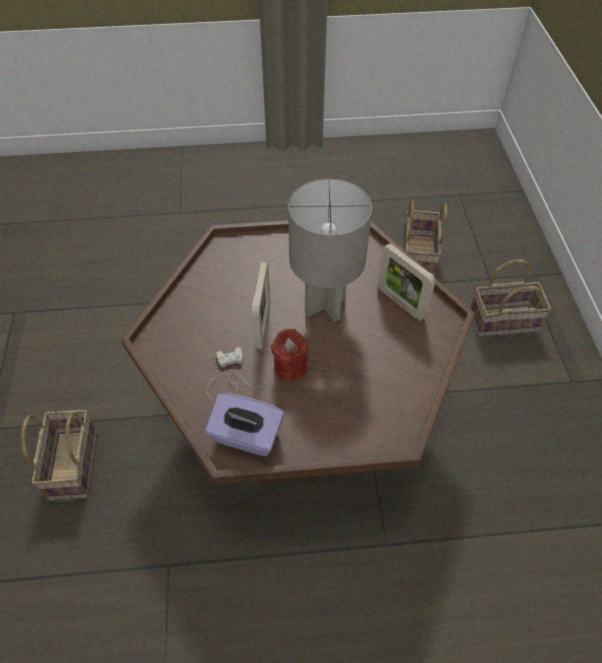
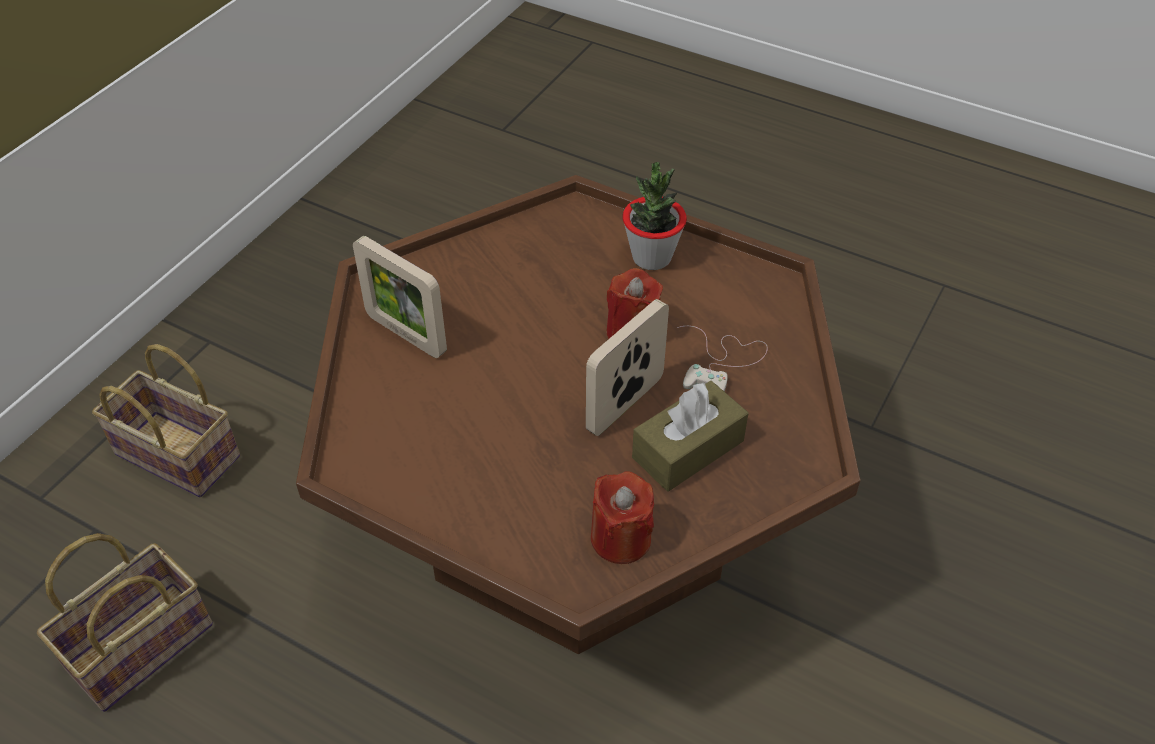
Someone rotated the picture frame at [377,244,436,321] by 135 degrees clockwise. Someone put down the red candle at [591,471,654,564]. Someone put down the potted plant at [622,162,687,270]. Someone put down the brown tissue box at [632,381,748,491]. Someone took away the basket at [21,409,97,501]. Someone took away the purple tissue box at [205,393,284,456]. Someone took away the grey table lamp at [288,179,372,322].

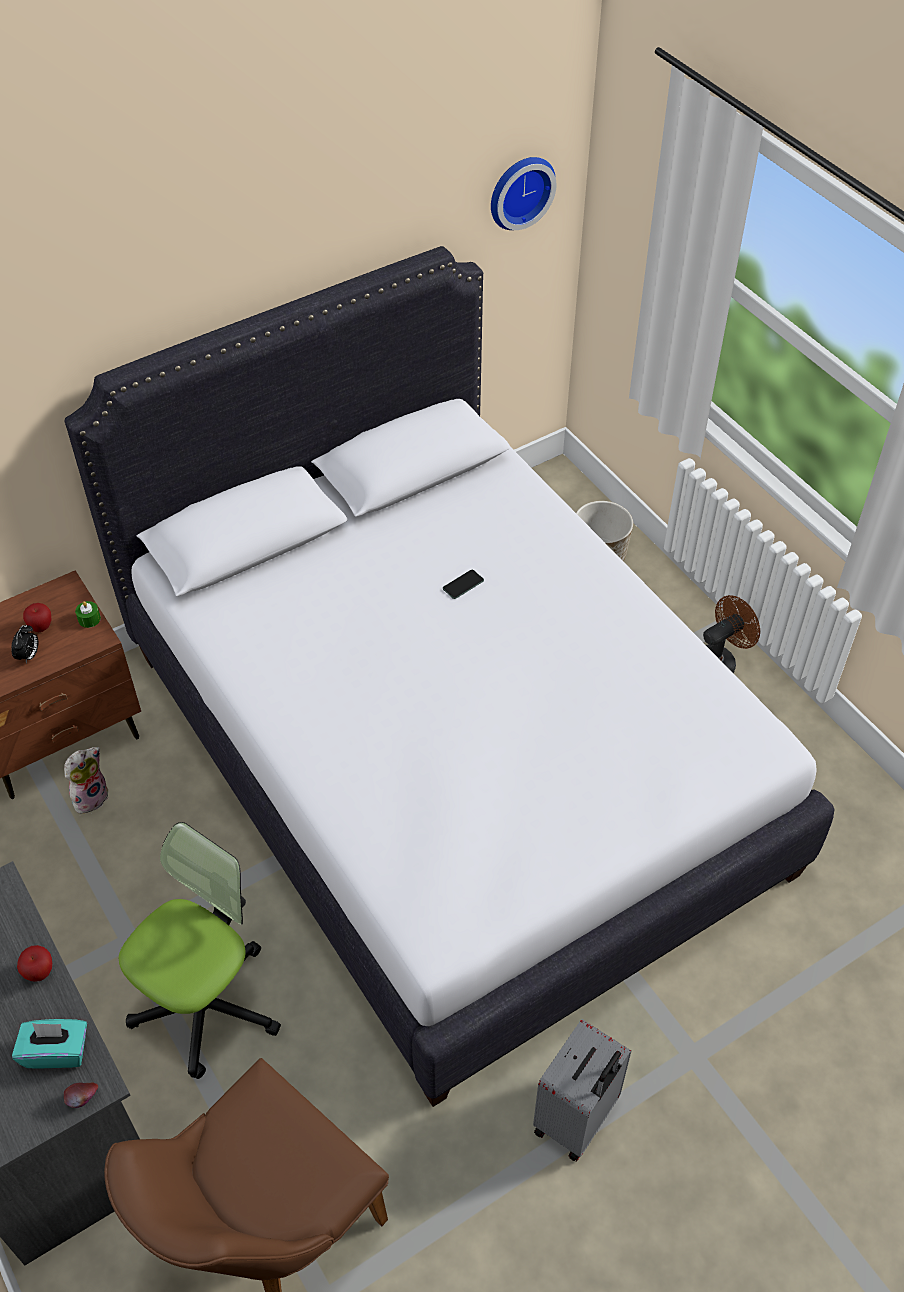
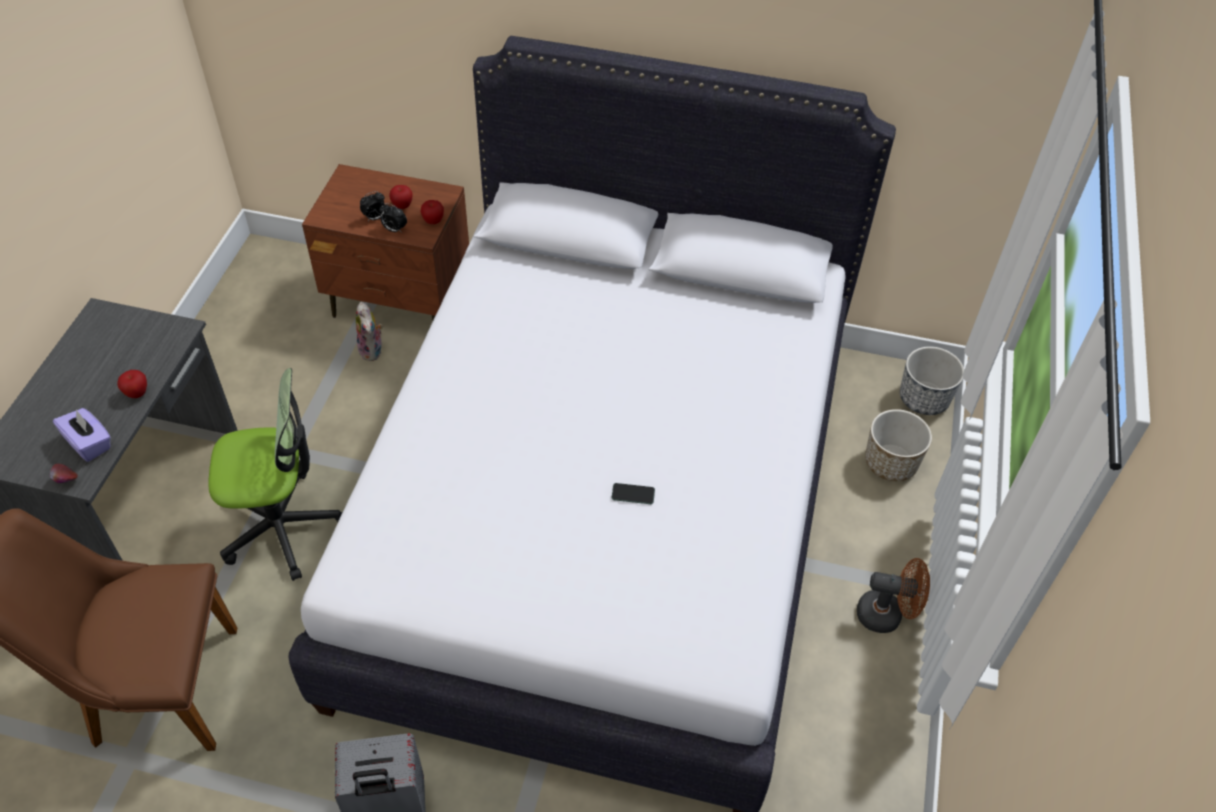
Someone repainted the turquoise tissue box at [12,1019,87,1069], which became the purple tissue box at [53,408,111,462]. Someone rotated the plush toy at [64,747,109,813] by 75 degrees clockwise. Someone put down the alarm clock at [380,203,407,233]. Someone swapped the green candle at [75,601,101,628] for the apple at [421,200,444,224]. Someone carried the phone from [443,570,484,599] to [612,483,655,504]. Someone put down the planter at [900,346,964,415]. Someone took away the wall clock at [491,157,556,230].

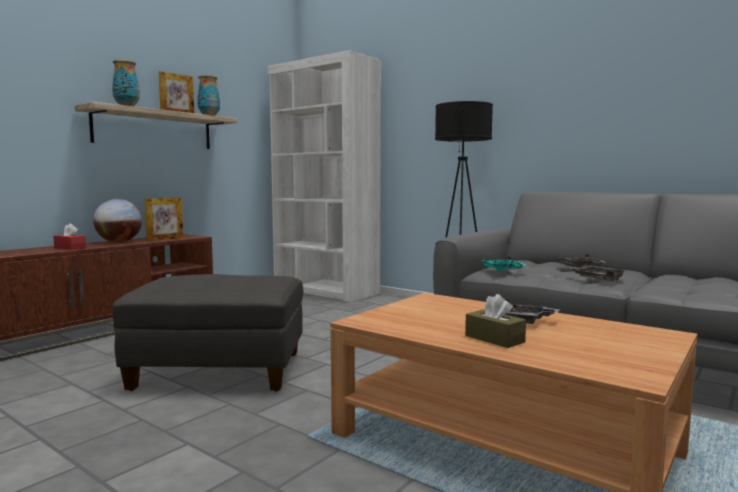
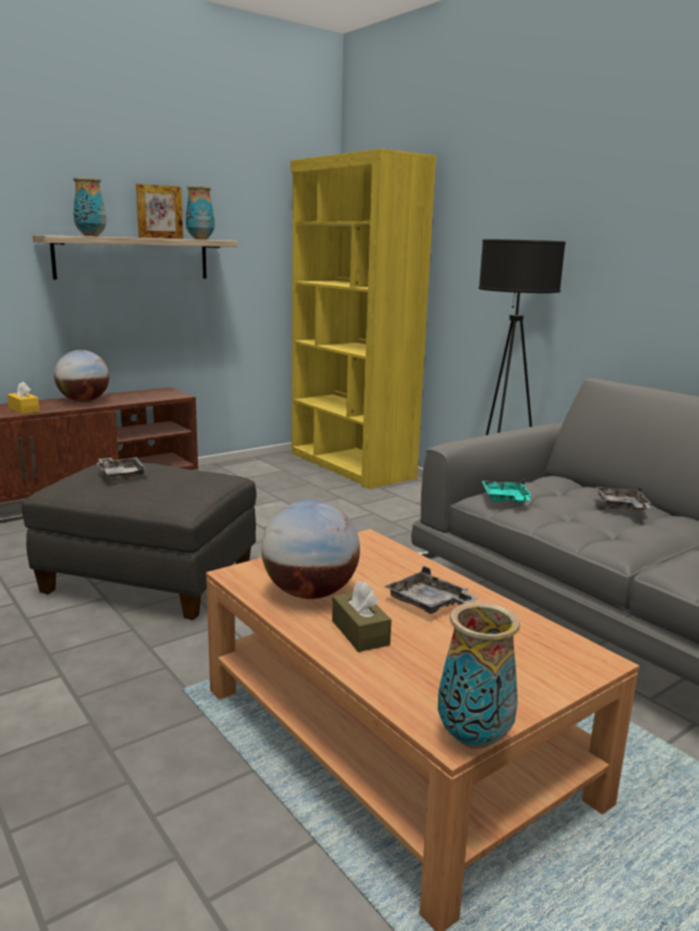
Someone repainted the red tissue box at [53,223,86,250], which became the yellow tissue box at [7,382,40,414]. Someone carried the grey tray from [568,266,625,281] to [96,457,147,481]. Someone put down the globe at [262,500,360,599]. Someone repainted the white bookcase at [268,50,381,302], which became the yellow bookcase at [290,148,436,489]. Someone put down the vase at [438,602,520,749]. Someone took away the picture frame at [144,197,184,241].

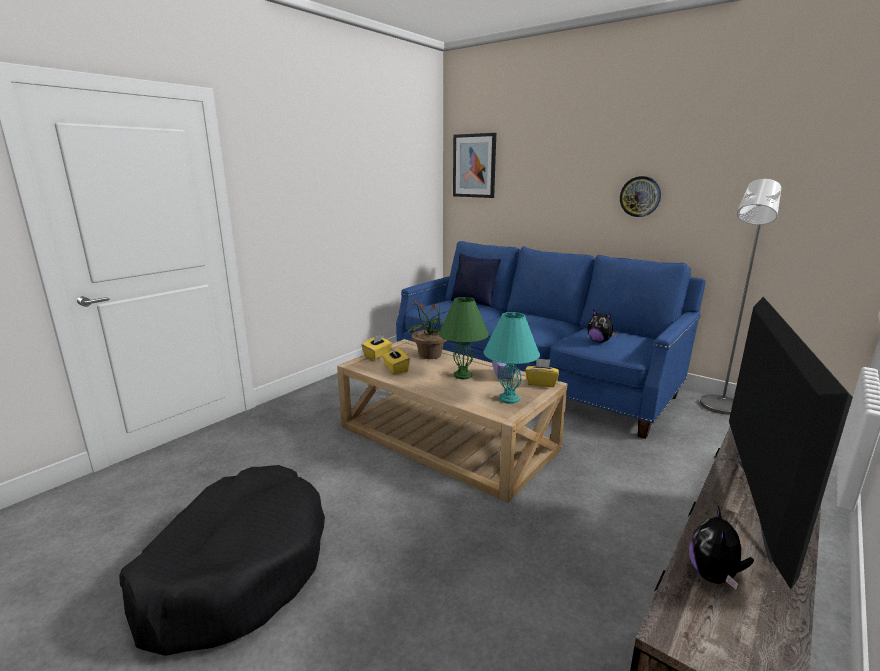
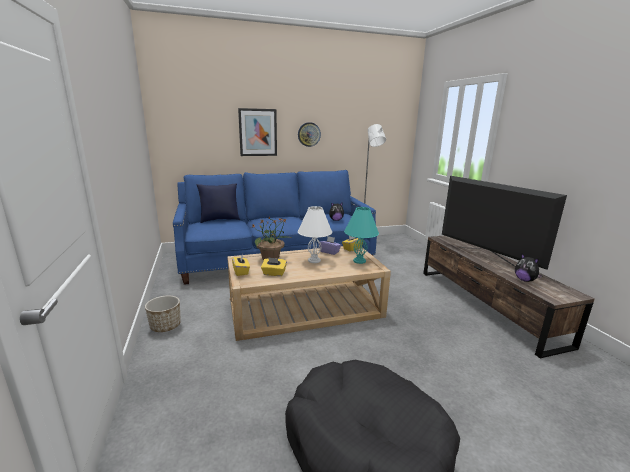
Someone put down the planter at [145,295,181,332]. Someone carried the picture from [453,133,496,198] to [238,108,277,156]. Someone repainted the green table lamp at [439,297,489,379], which became the white table lamp at [298,206,332,263].

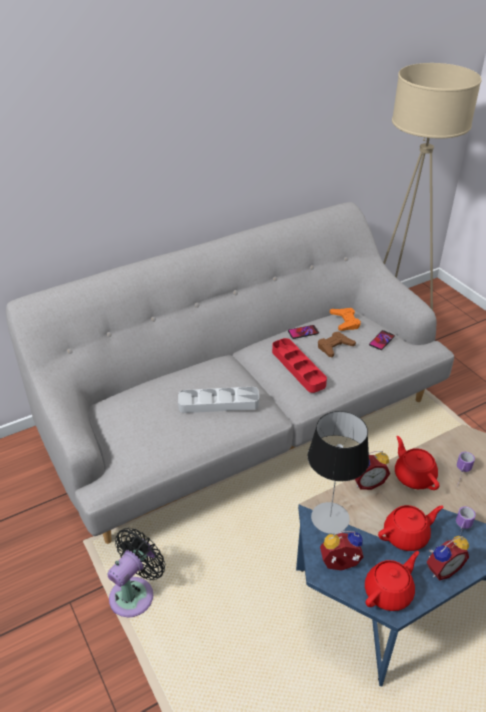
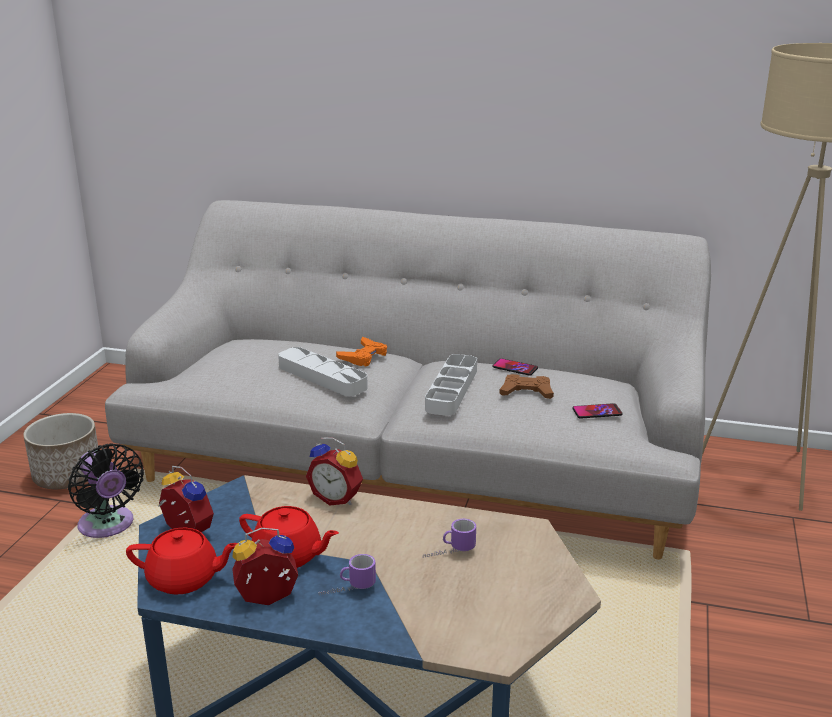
Someone put down the planter at [23,413,98,489]. Someone rotated the black fan at [108,528,165,617] by 60 degrees clockwise. Someone rotated the alarm clock at [427,536,469,580] by 150 degrees clockwise. Someone carried the orange game controller from [330,308,361,331] to [336,337,387,367]. Someone repainted the red tray at [272,338,327,393], which became the grey tray at [425,354,477,416]. Someone took away the table lamp at [308,411,369,534]. Someone took away the red teapot at [395,436,440,490].

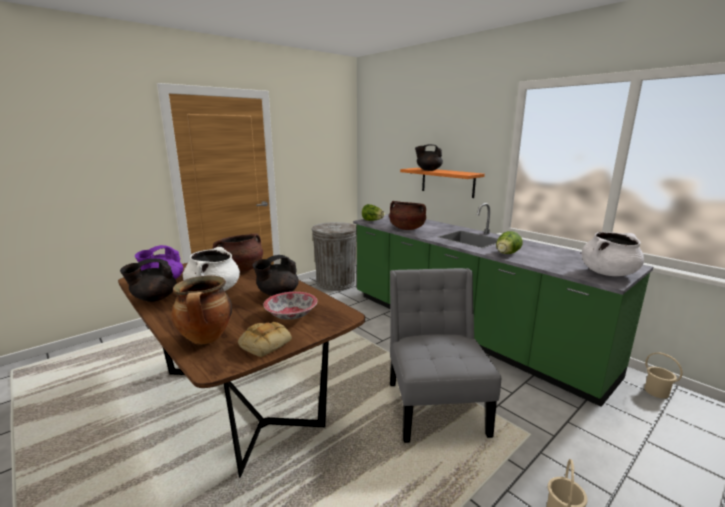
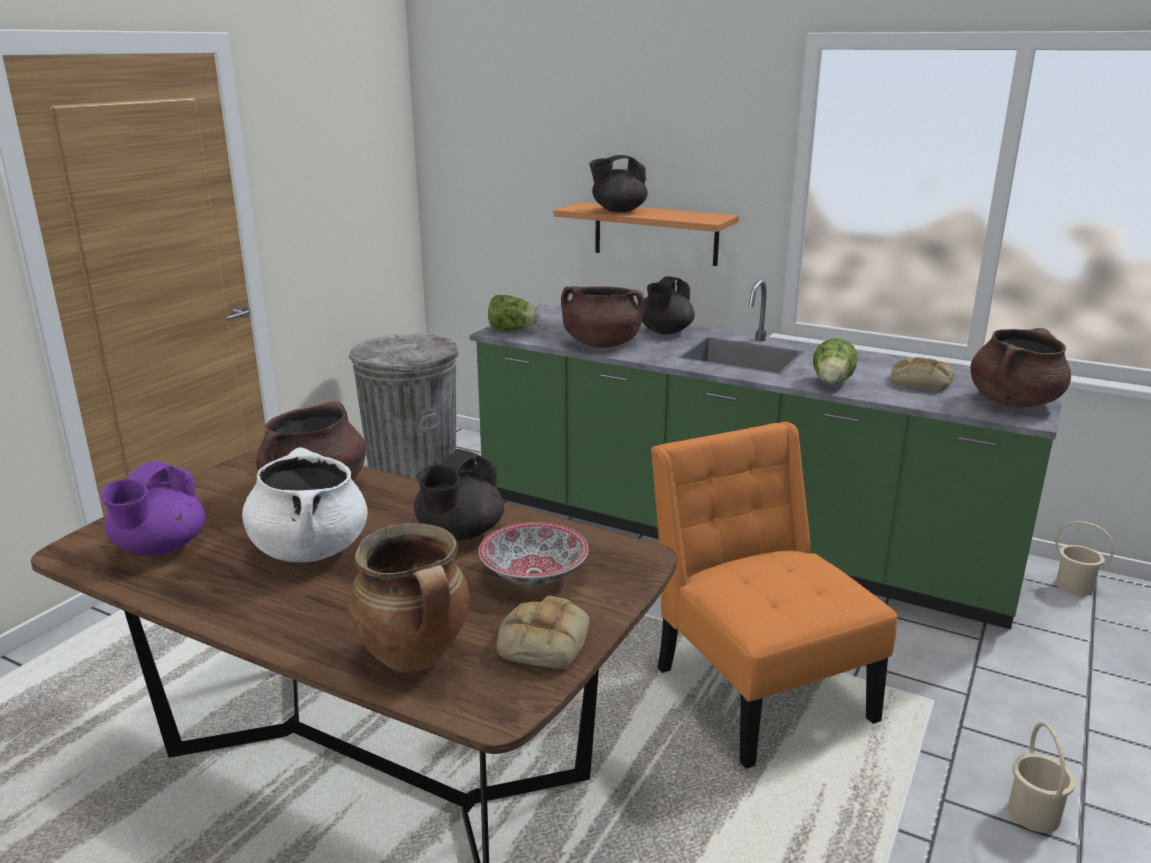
Someone carried the black teapot from [120,258,177,302] to [642,276,695,334]. Someone repainted the grey chair at [390,268,501,443], which became the orange chair at [651,422,897,769]. Someone put down the bread at [890,357,954,391]. Someone repainted the white cooking pot at [582,232,644,276], which became the brown cooking pot at [970,328,1071,407].

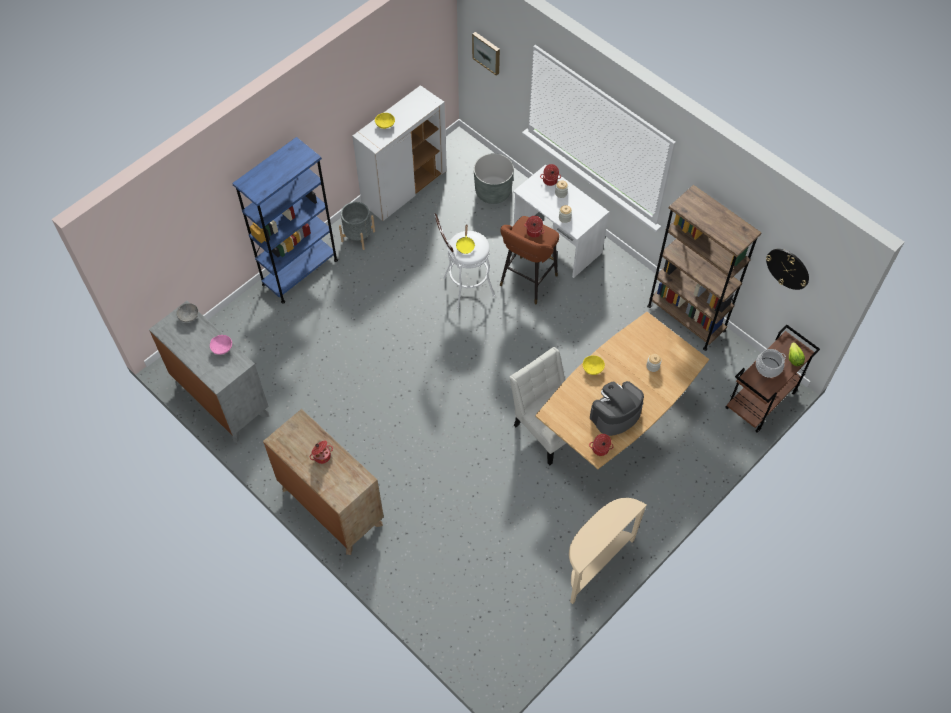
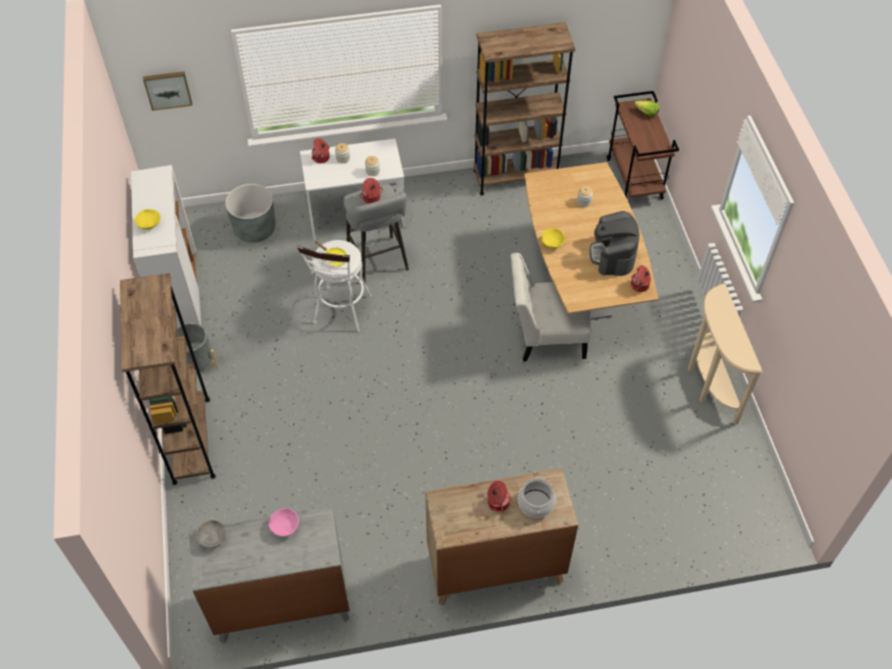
Someone repainted the blue bookcase at [232,137,338,304], which became the brown bookcase at [120,273,216,485]. Someone repainted the brown stool at [500,216,559,304], which became the grey stool at [343,184,409,285]. Someone carried the cooking pot from [756,349,786,378] to [518,476,556,518]. Someone took away the wall clock at [766,249,809,290].

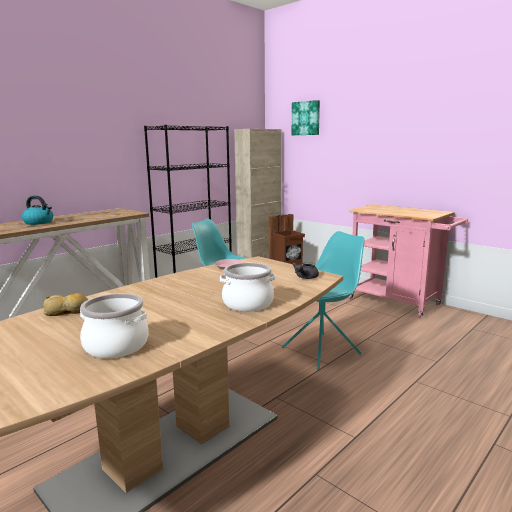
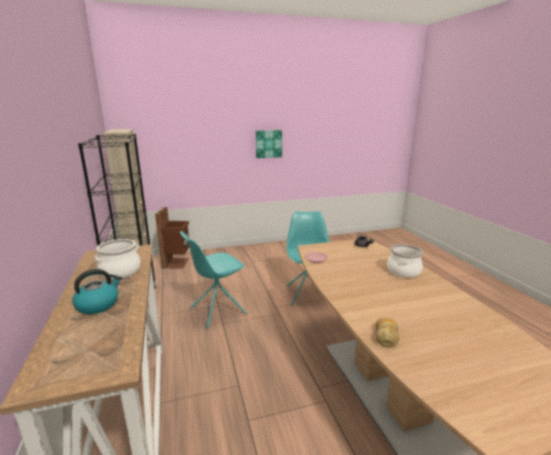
Someone carried the cooking pot from [80,293,149,358] to [95,239,141,279]. Someone carried the picture from [292,100,320,135] to [256,130,282,158]. Someone took away the pink cart at [348,204,468,318].

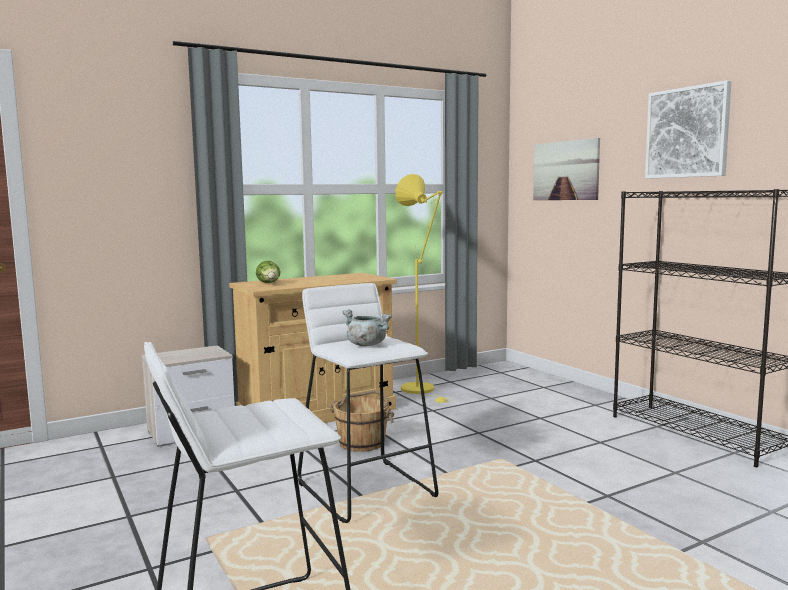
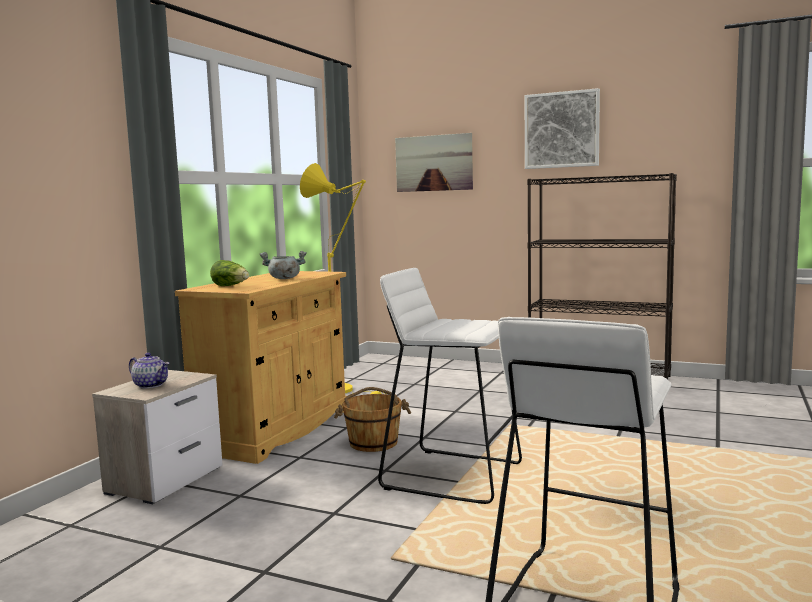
Someone put down the teapot at [129,353,170,389]. Someone carried the grey cooking pot from [342,310,392,346] to [260,251,307,279].

